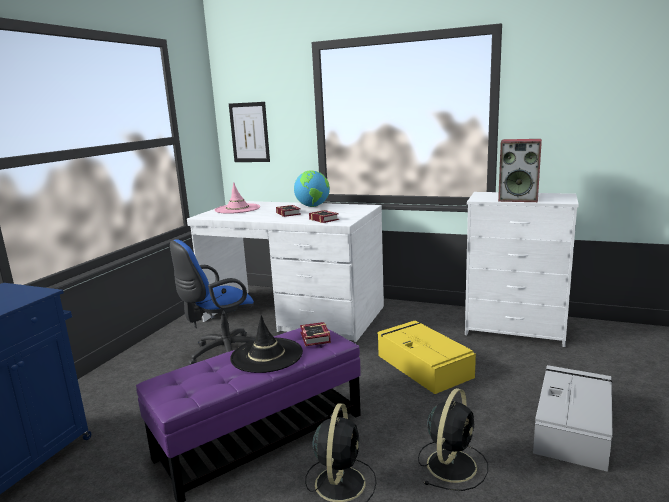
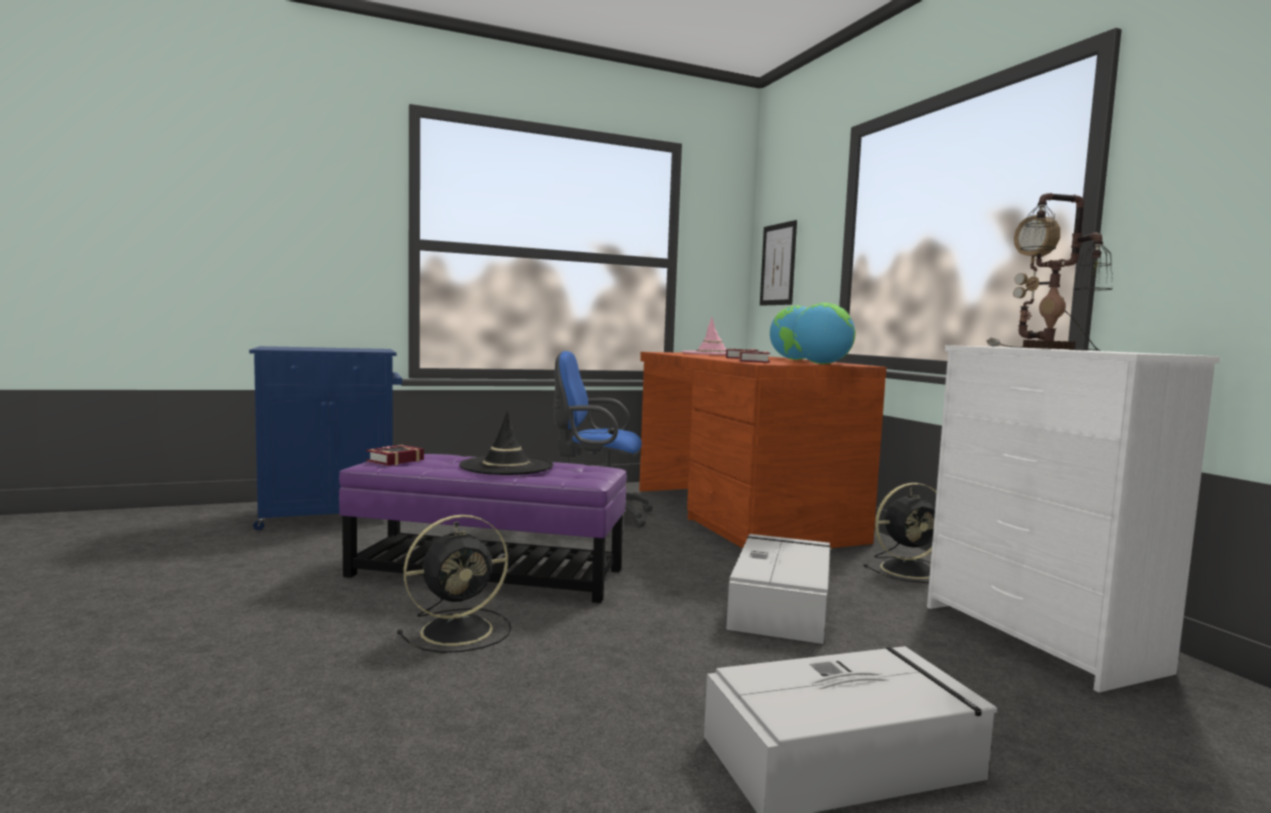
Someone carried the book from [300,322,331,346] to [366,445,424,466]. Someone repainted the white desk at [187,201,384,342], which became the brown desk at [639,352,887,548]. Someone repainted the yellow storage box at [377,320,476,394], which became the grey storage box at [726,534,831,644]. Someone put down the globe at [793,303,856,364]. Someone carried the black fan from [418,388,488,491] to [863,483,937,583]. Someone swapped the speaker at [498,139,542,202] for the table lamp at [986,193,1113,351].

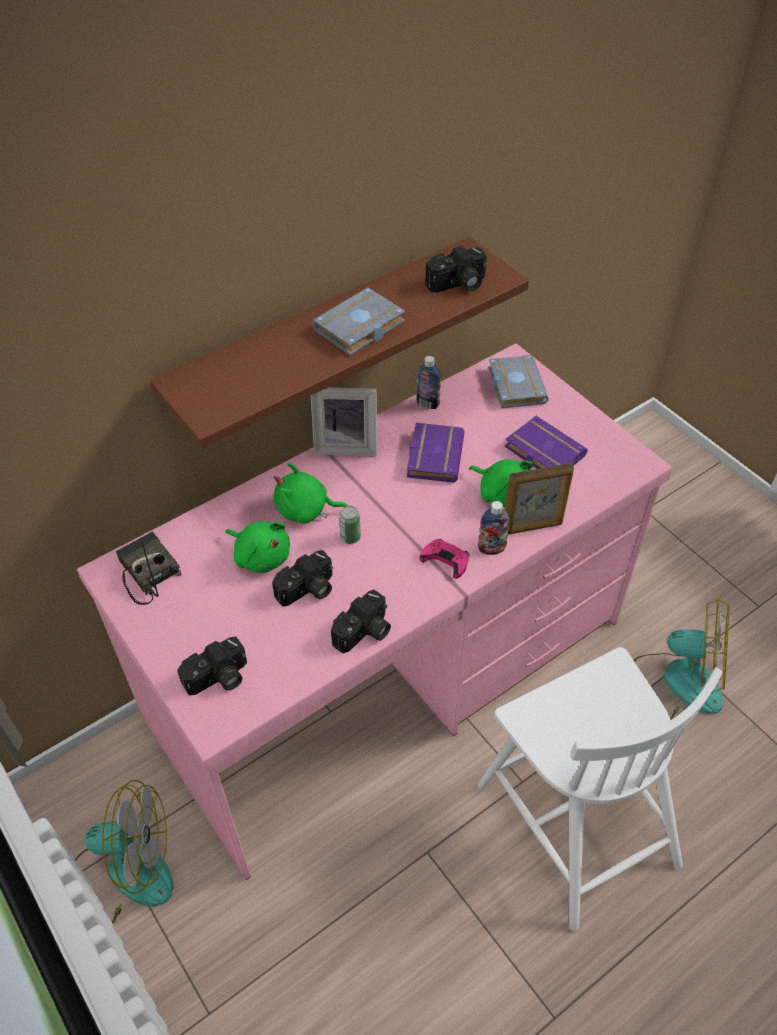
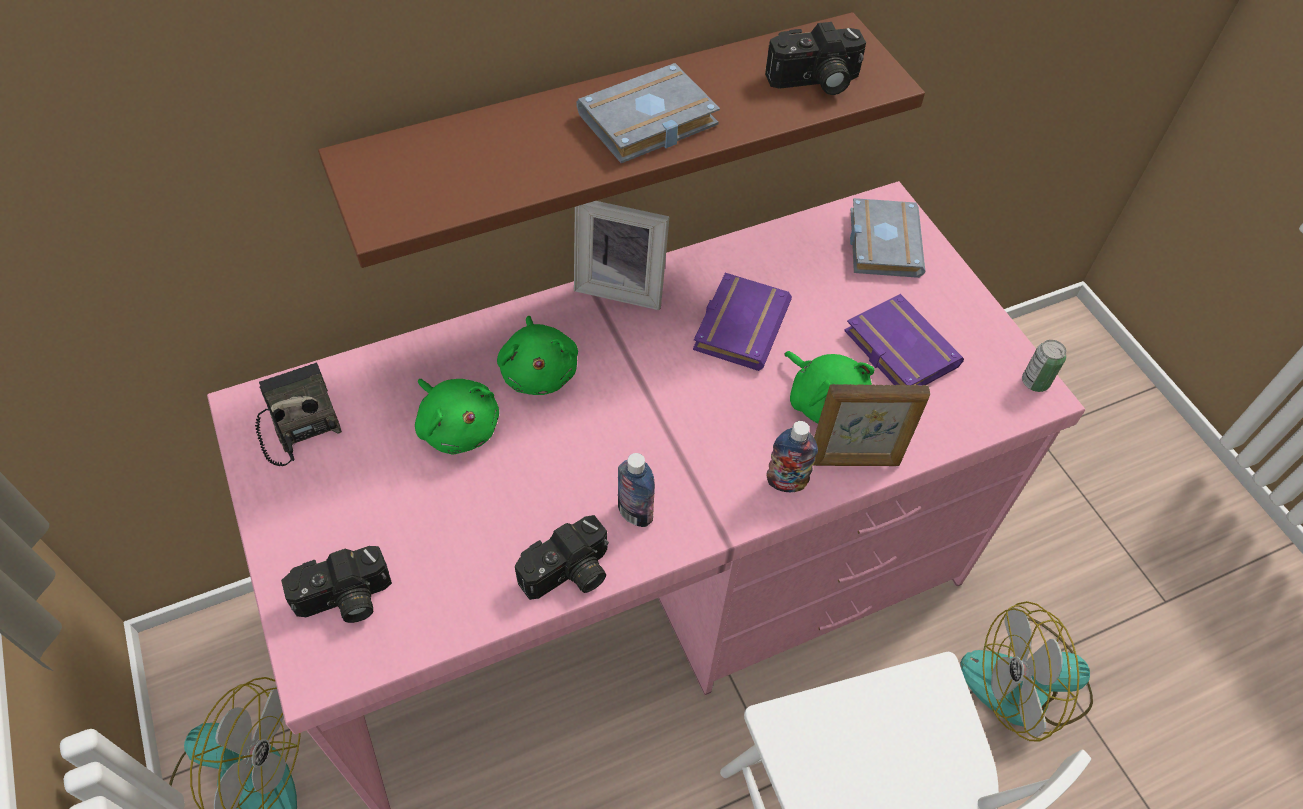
Someone rotated the green plush toy at [273,463,349,523] by 120 degrees counterclockwise. Someone carried the bottle from [416,356,441,409] to [618,453,655,527]. Someone rotated the fan at [633,598,730,720] by 150 degrees clockwise. Someone carried the can from [339,506,361,544] to [1022,340,1067,392]. Someone took away the photo camera at [272,550,333,607]. Someone took away the pink game controller at [420,539,469,578].

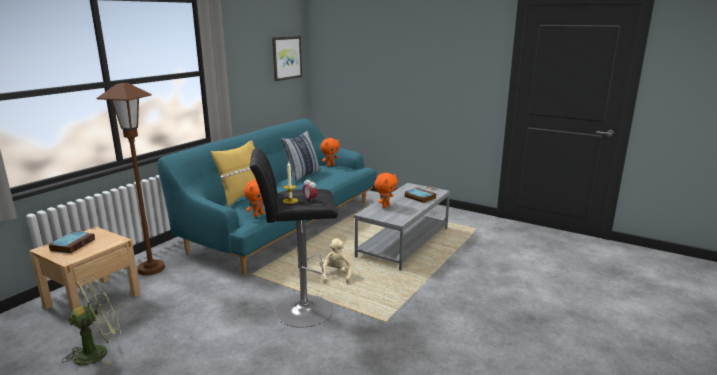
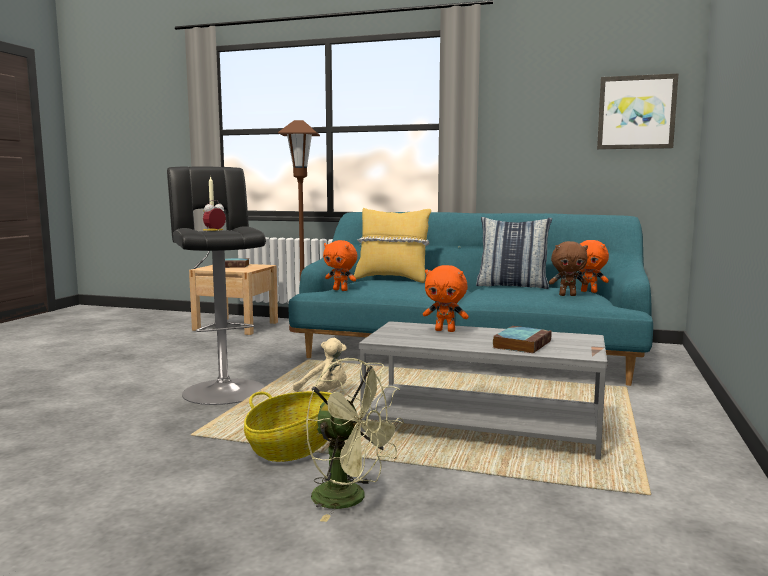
Someone put down the basket at [244,391,331,462]. Someone carried the green fan from [62,277,121,365] to [306,358,404,522]. Someone put down the brown plush toy at [549,241,588,296].

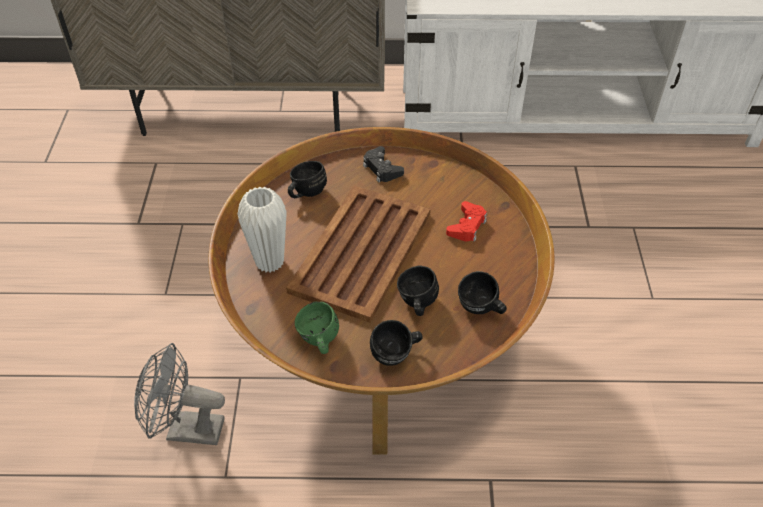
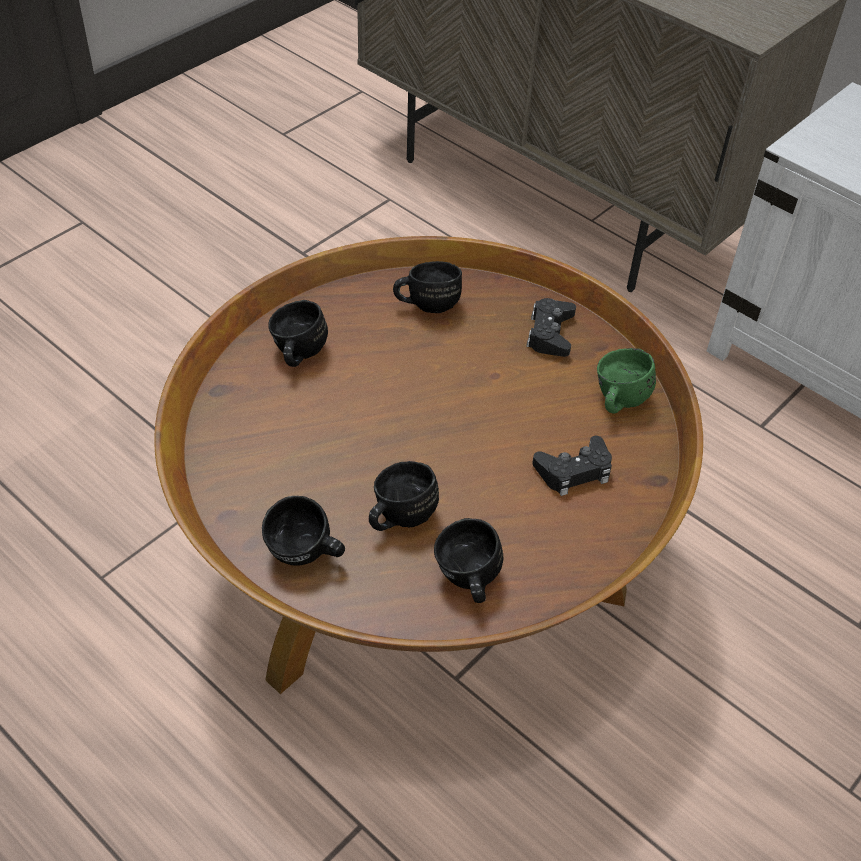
Someone swapped the white vase at [238,187,287,272] for the black mug at [268,300,328,367]. Someone repainted the red game controller at [446,201,487,242], which became the black game controller at [532,436,612,496]. Someone carried the green mug from [295,302,339,354] to [597,348,656,414]. Someone took away the grey fan at [134,343,225,445]. Someone took away the brown tray at [286,186,431,323].

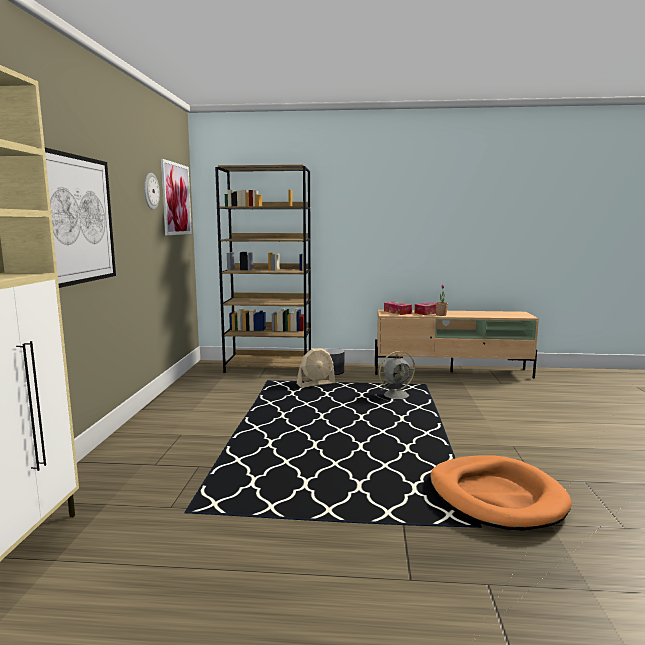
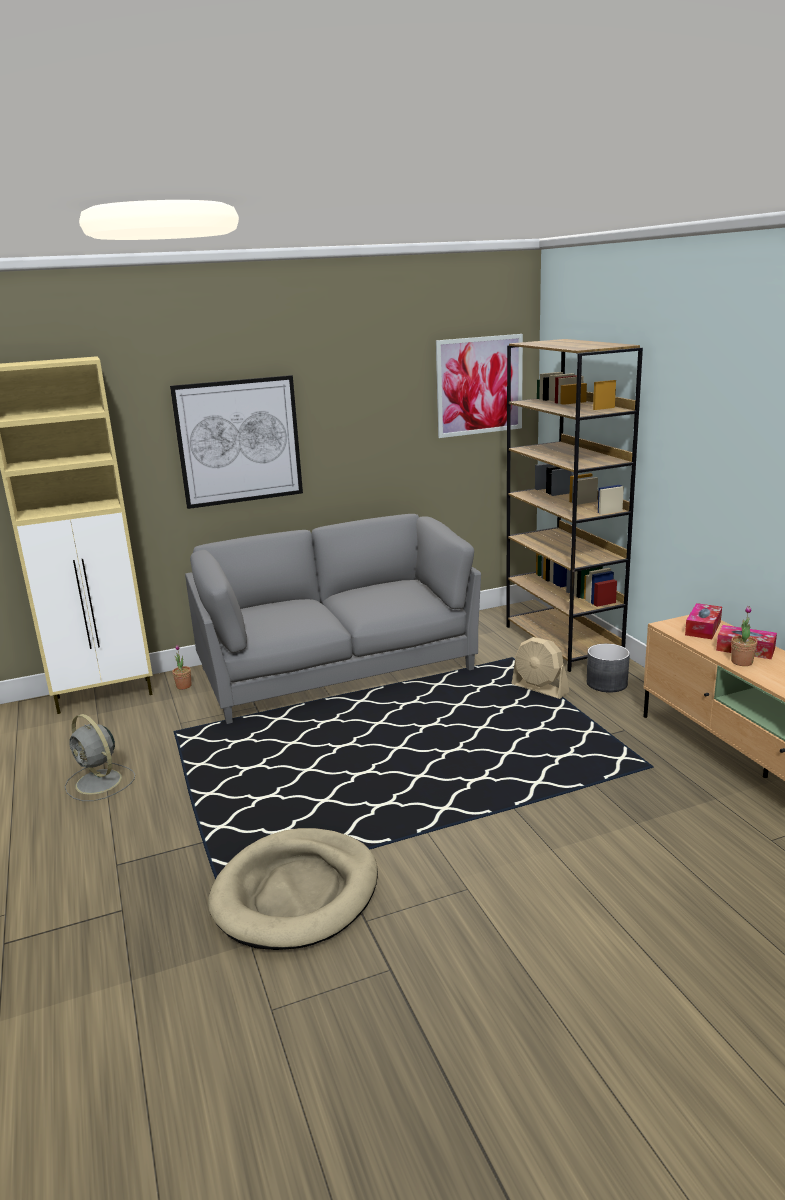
Someone carried the grey fan from [375,351,415,402] to [65,714,135,801]. Someone put down the potted plant at [172,644,191,690]. Someone put down the grey sofa at [185,514,481,724]. Someone repainted the orange dog bed at [430,455,572,530], which became the beige dog bed at [208,828,378,950]. Someone took away the wall clock at [144,173,160,210].

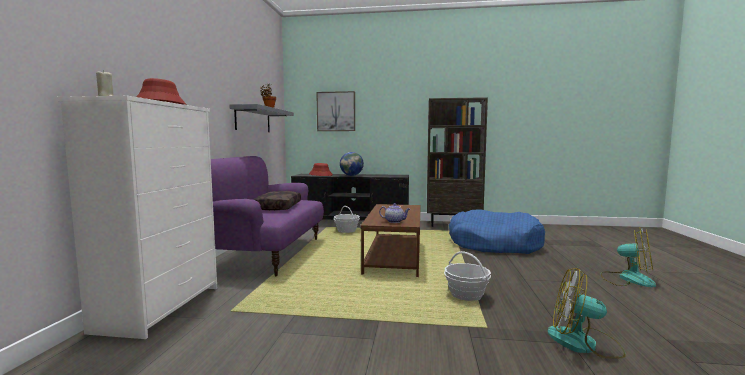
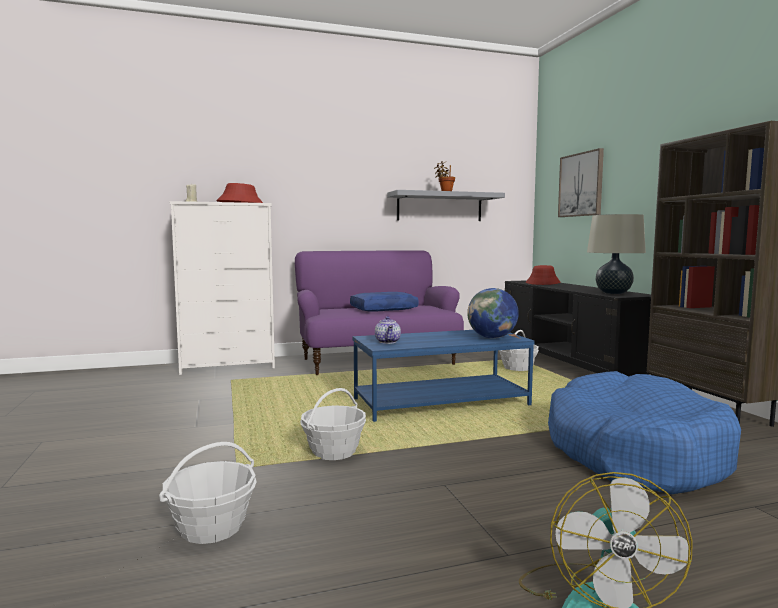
Someone swapped the fan at [547,268,626,359] for the basket at [159,442,257,544]. Someone repainted the brown pillow at [253,191,301,210], which became the blue pillow at [350,292,419,312]. Someone repainted the brown coffee table at [360,204,421,277], which became the blue coffee table at [353,330,535,422]. Someone carried the globe from [340,152,364,176] to [467,288,519,338]. Someone put down the beige table lamp at [587,214,646,294].

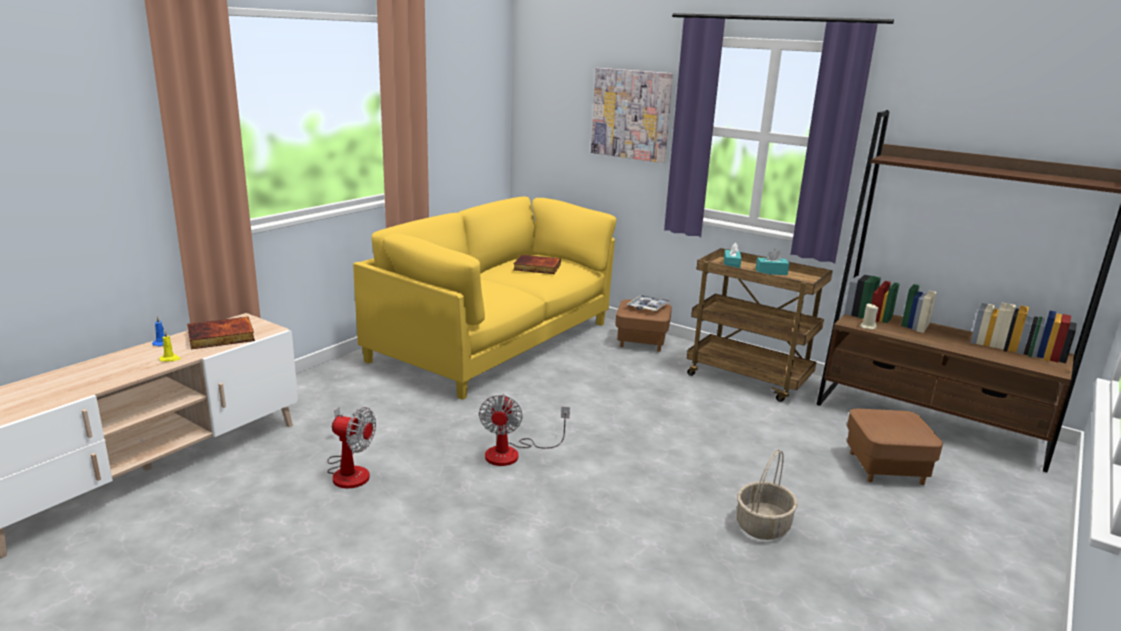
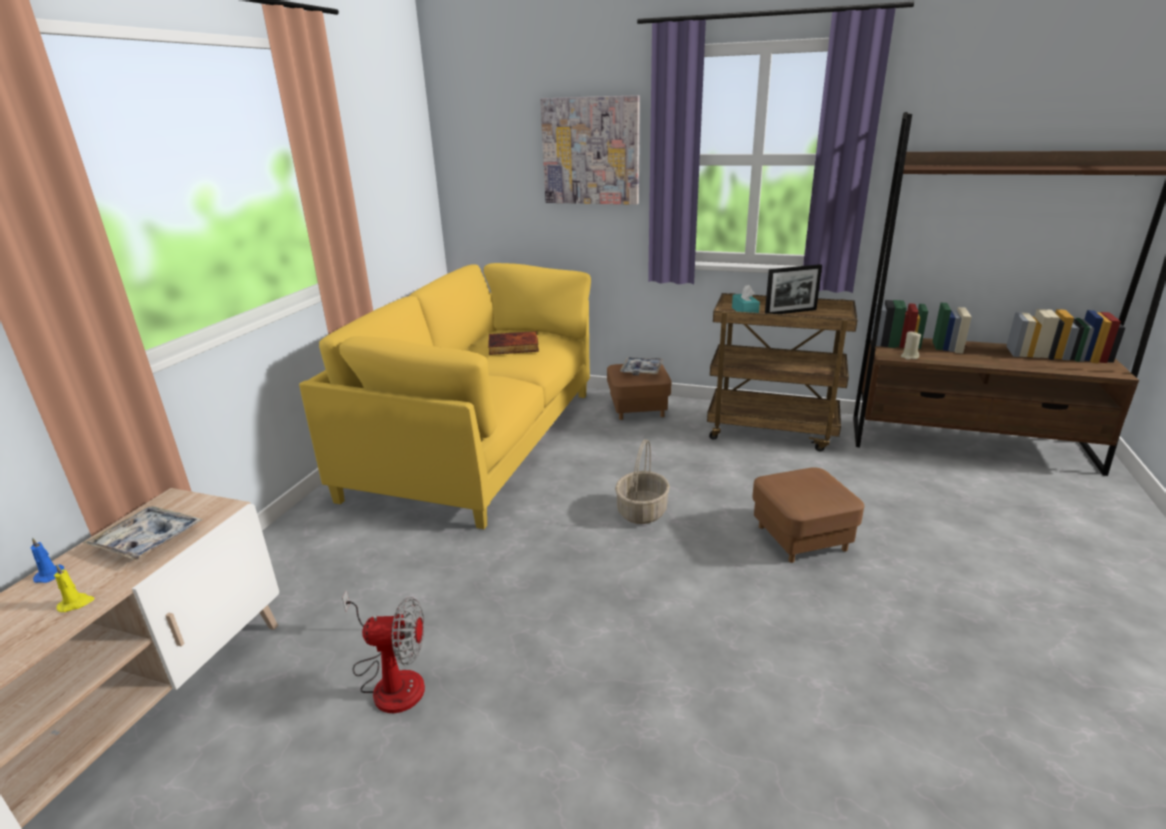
Someone swapped the book at [187,317,255,349] for the tray at [83,506,203,561]. Someone carried the basket from [737,449,798,540] to [615,439,670,524]. Someone carried the brown ottoman from [847,409,943,485] to [752,467,864,563]. Someone swapped the turquoise tissue box at [756,249,789,275] for the picture frame at [765,264,822,314]. Someone took away the fan at [479,394,570,466].

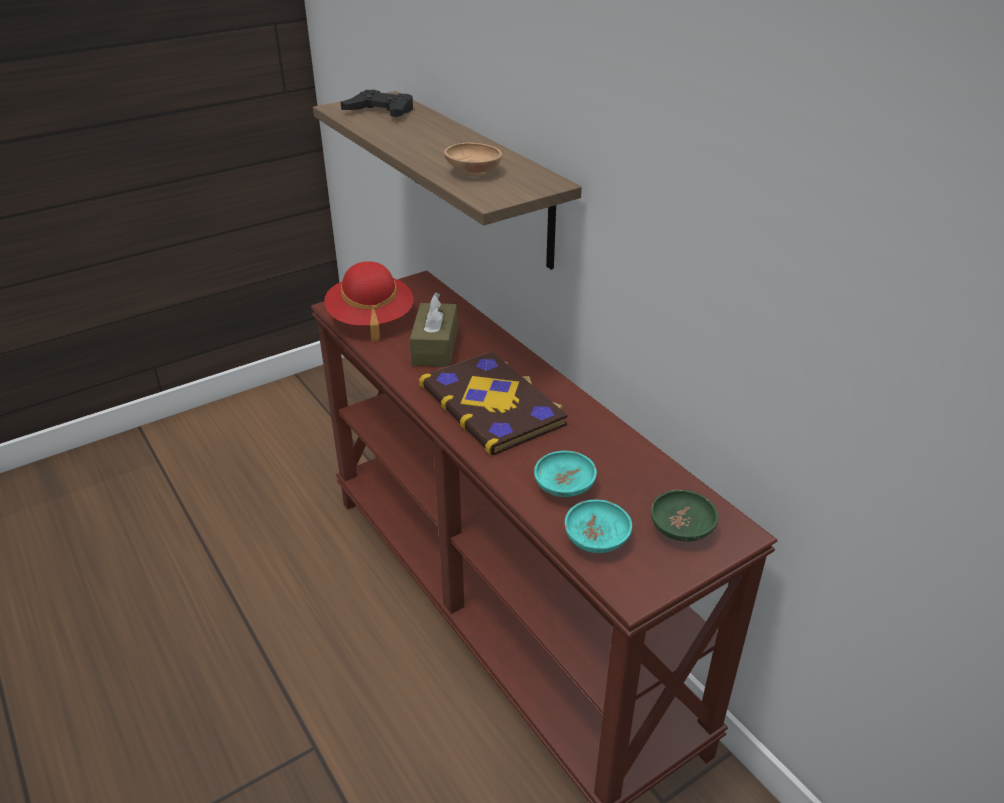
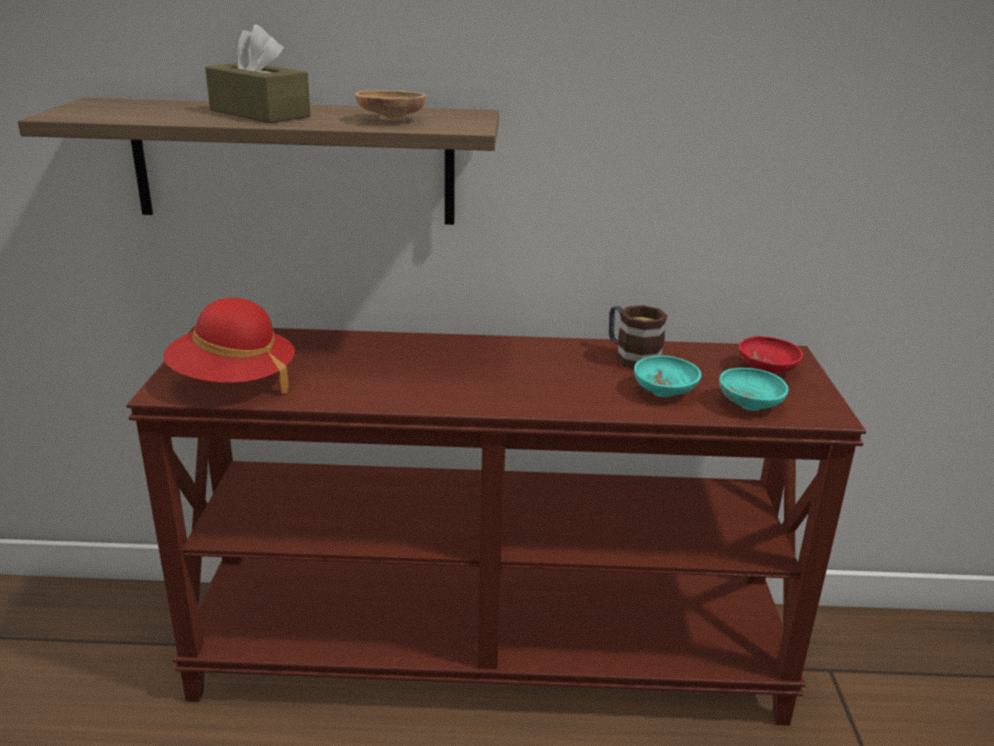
Someone carried the brown tissue box from [410,292,458,367] to [205,24,311,123]. Someone put down the mug at [609,305,667,369]. Someone repainted the green bowl at [651,490,718,542], which became the red bowl at [738,336,803,374]. Someone took away the black game controller at [341,90,413,117]. Someone took away the book at [419,351,567,456].

